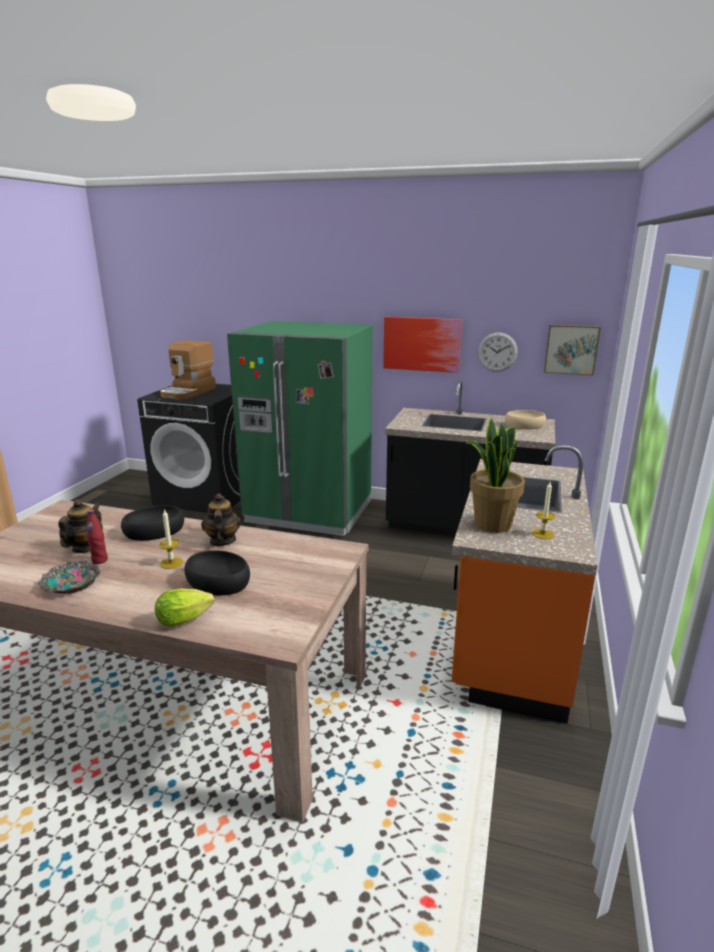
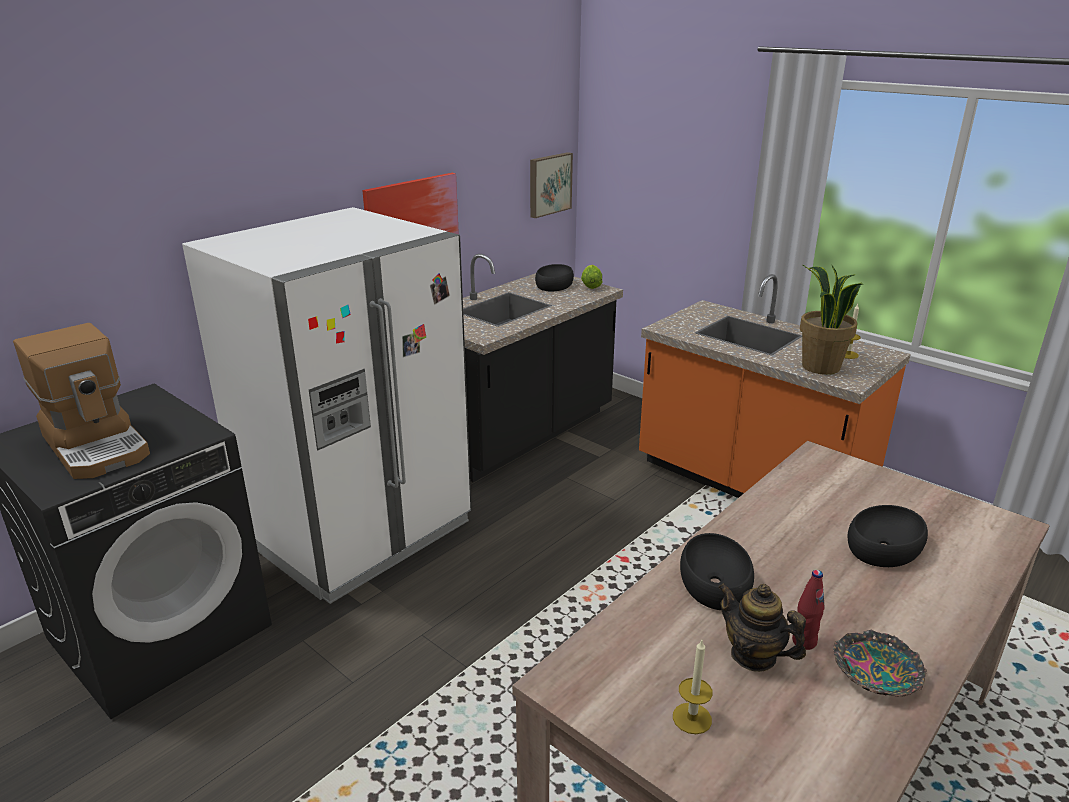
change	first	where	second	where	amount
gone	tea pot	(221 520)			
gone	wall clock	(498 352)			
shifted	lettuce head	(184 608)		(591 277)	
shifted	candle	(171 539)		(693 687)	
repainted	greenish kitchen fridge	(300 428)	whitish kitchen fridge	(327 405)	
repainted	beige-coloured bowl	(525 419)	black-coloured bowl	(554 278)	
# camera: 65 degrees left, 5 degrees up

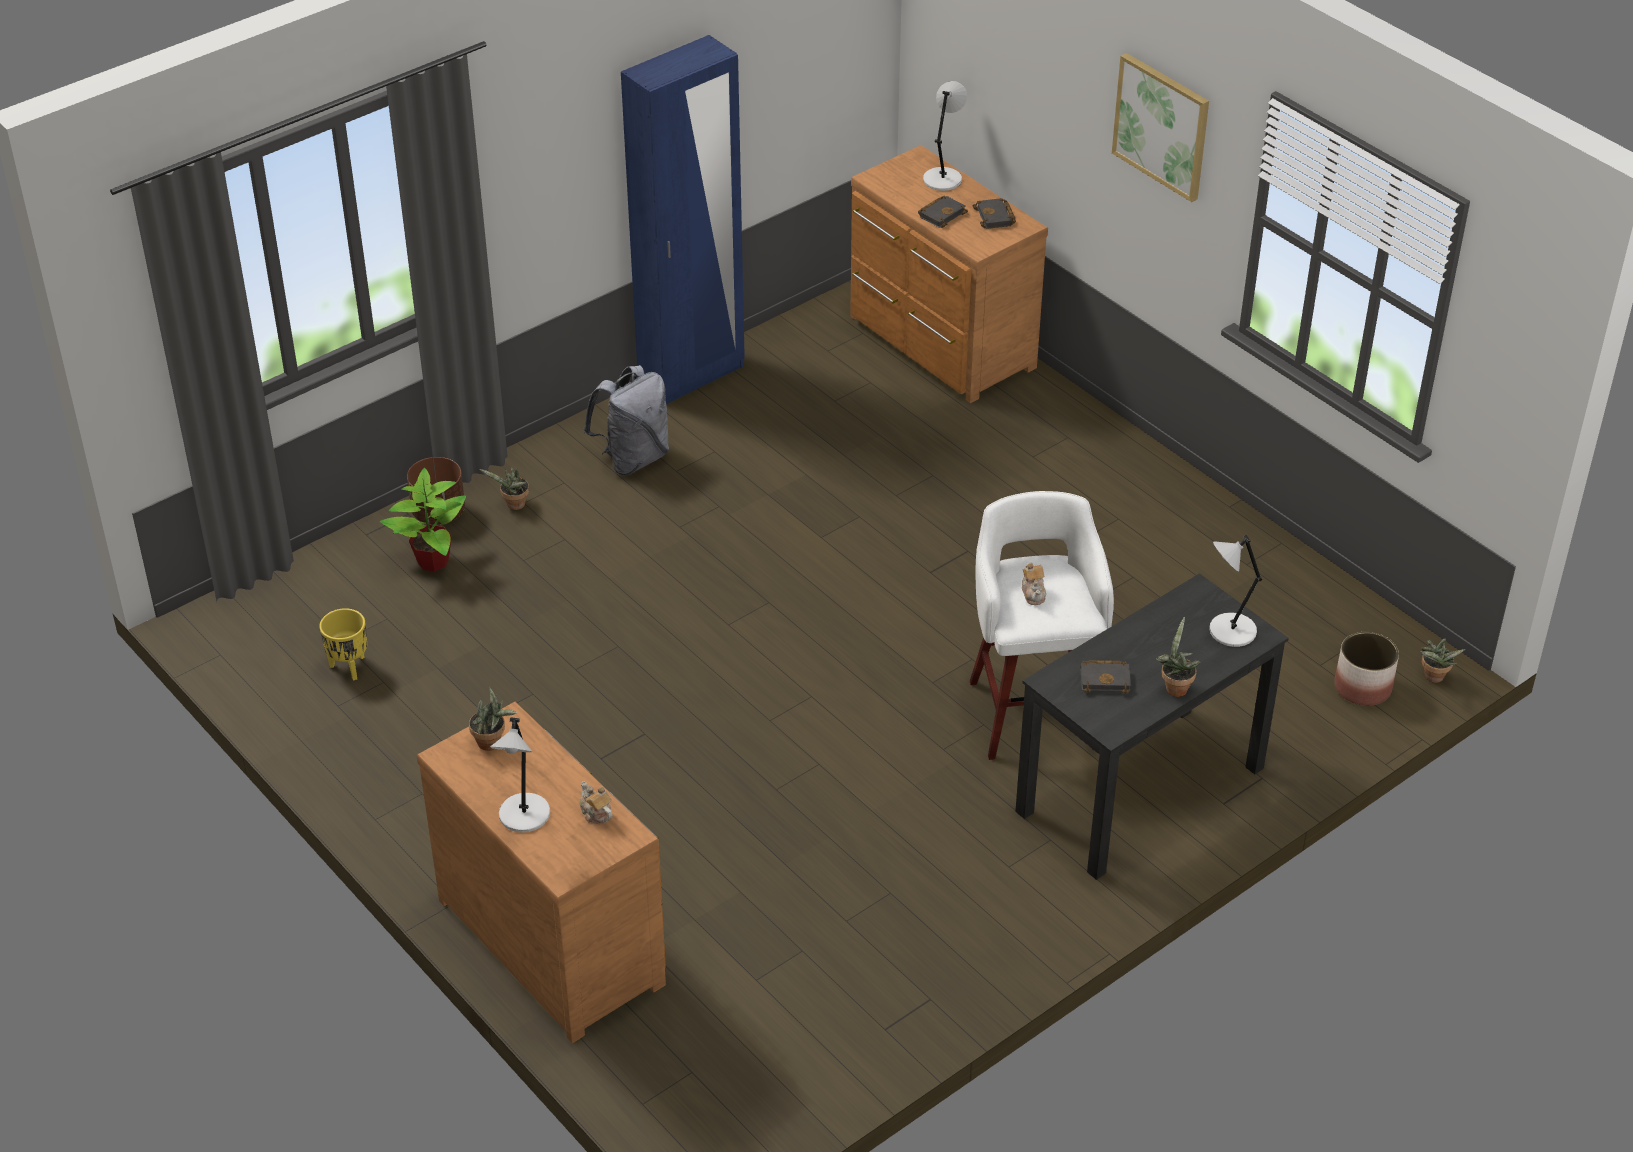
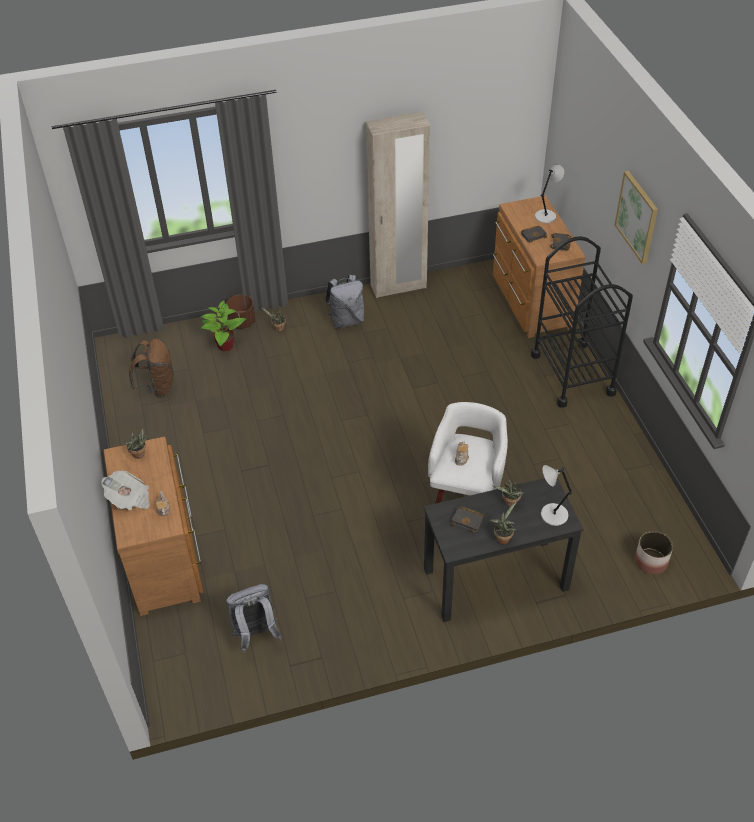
change	first	where	second	where	amount
new			gray rucksack	(254 618)	
new			black-coloured cart	(582 322)	
shifted	plant in a pot	(1443 661)		(509 493)	
swapped	yellow-coloured flower pot	(343 644)	brown rucksack	(151 368)	
swapped	gray tabletop lamp	(520 775)	daily paper	(125 490)	
repainted	bluish clothes cupboard	(683 219)	beige-coloured clothes cupboard	(398 205)	
# camera: 25 degrees right, 5 degrees up

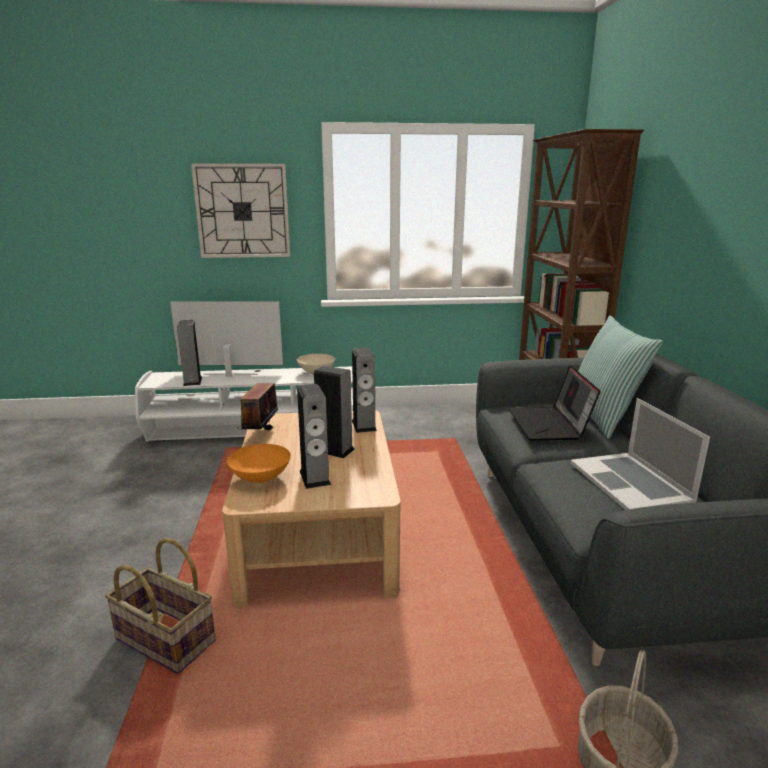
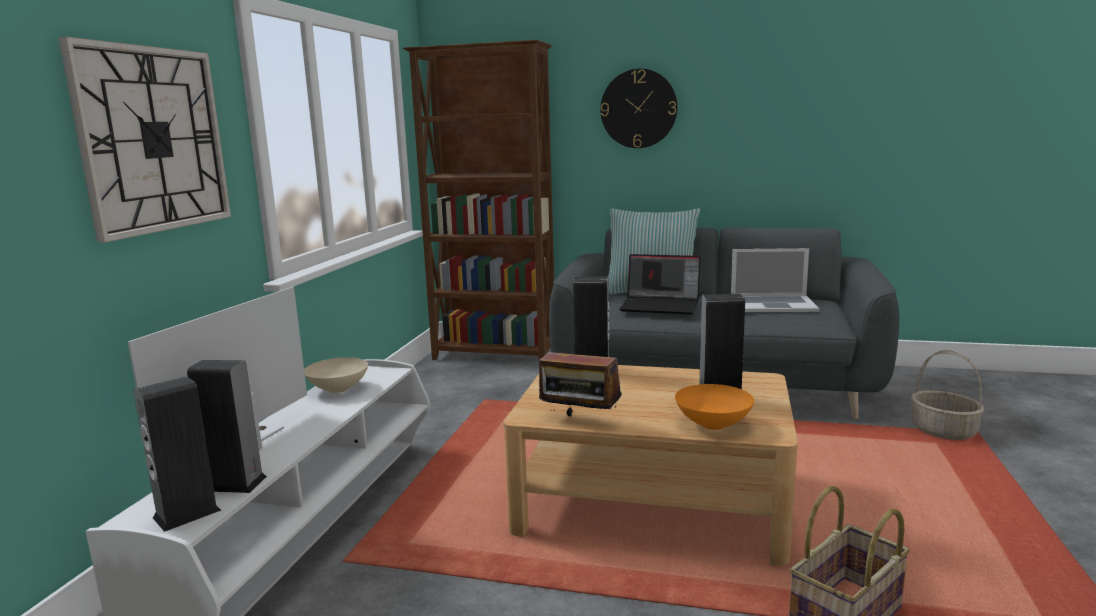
change	first	where	second	where	amount
new			wall clock	(639 108)	
shifted	speaker	(334 411)		(177 454)	
# camera: 70 degrees left, 5 degrees down

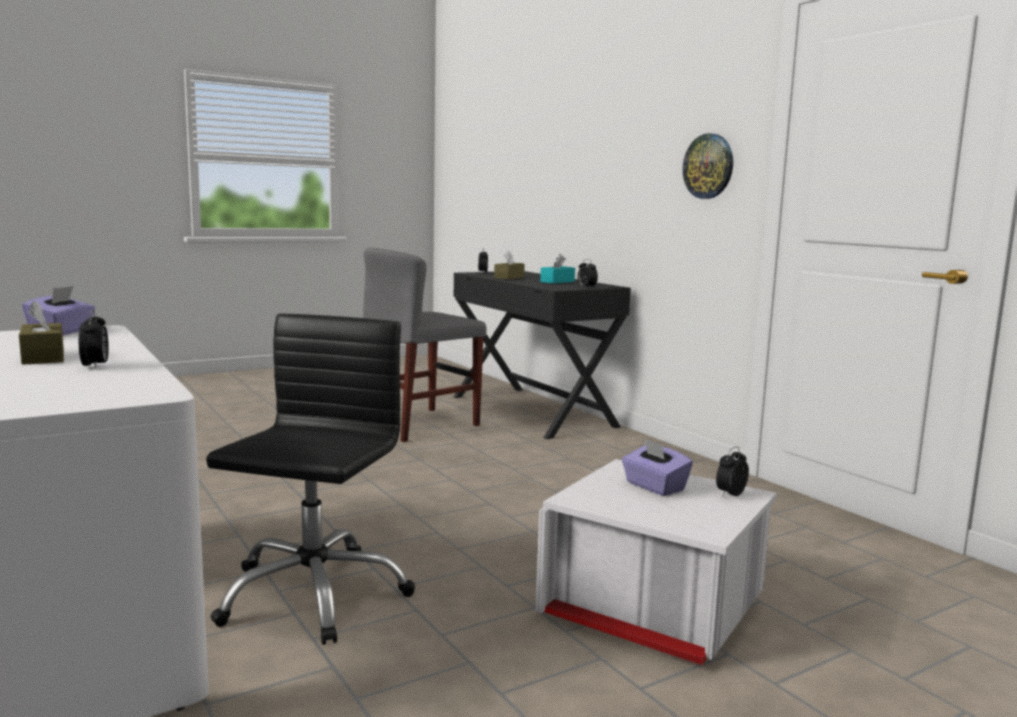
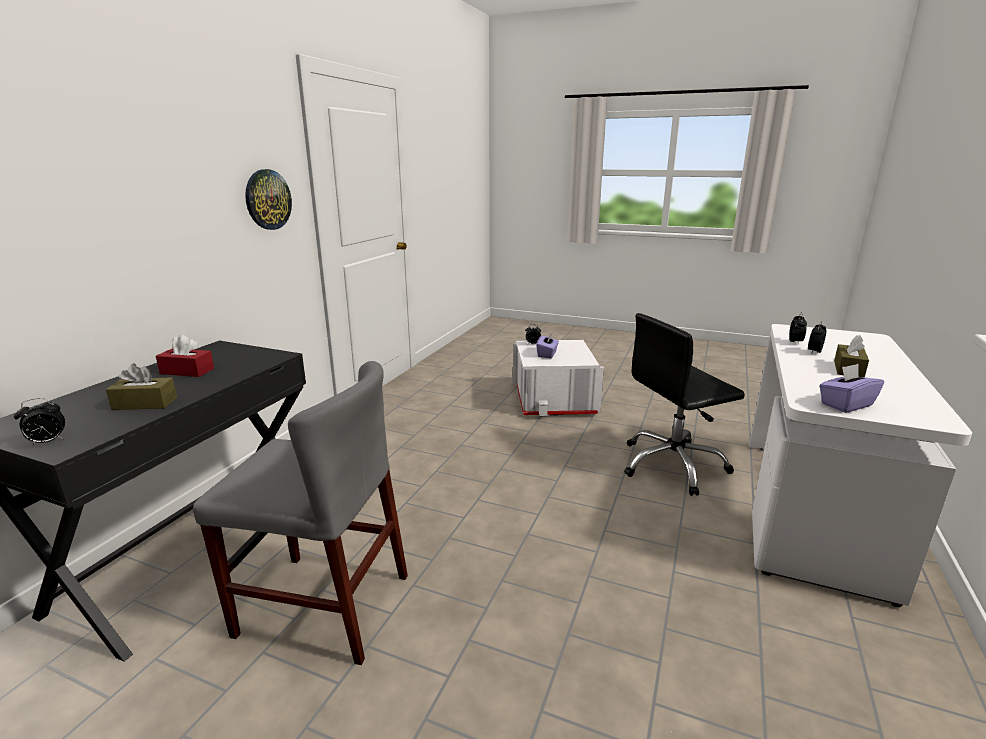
change	first	where	second	where	amount
shifted	bedside clock	(587 273)		(798 328)	
repainted	blue-green tissue holder	(557 269)	red-coloured tissue holder	(185 356)	
# camera: 125 degrees left, 10 degrees up

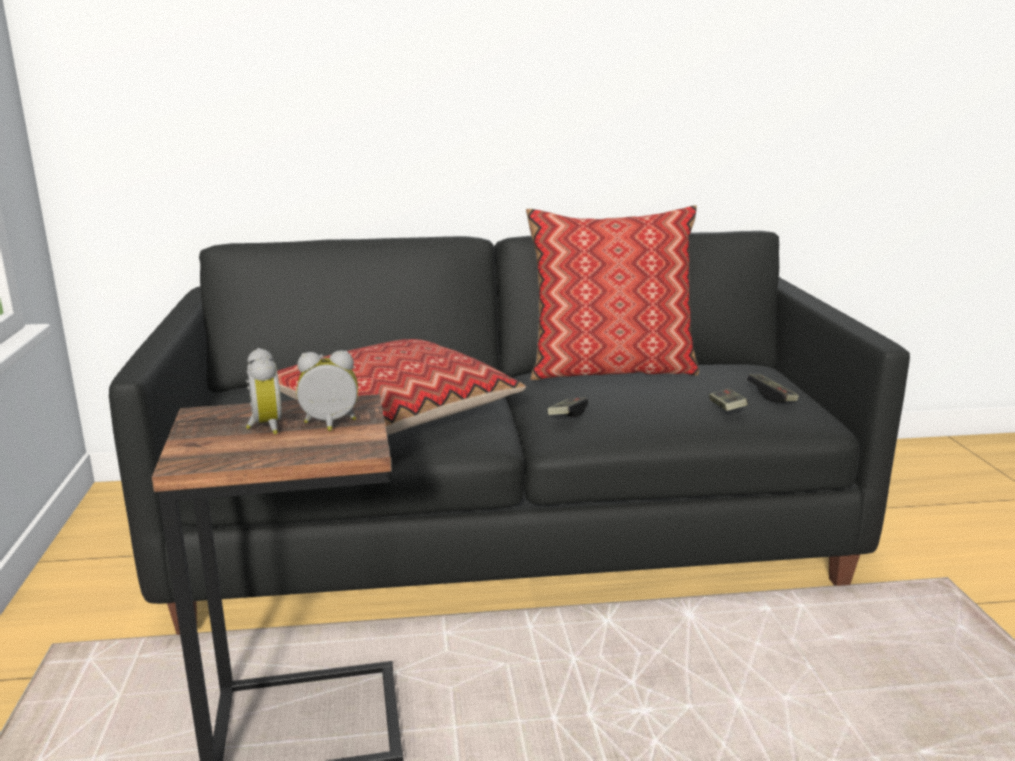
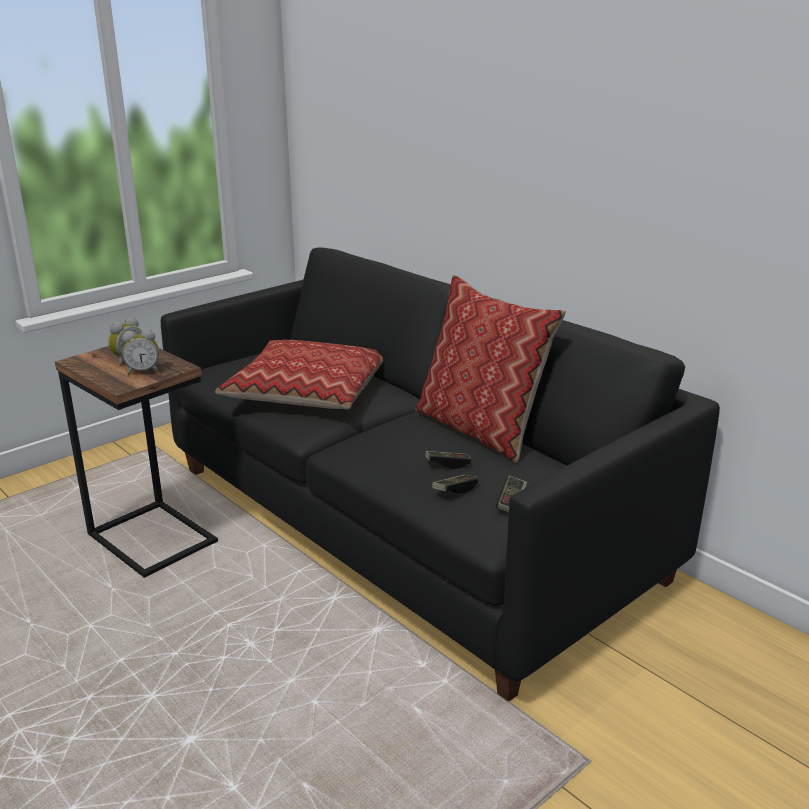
change	first	where	second	where	amount
shifted	joypad	(567 407)		(448 460)	
rotated	bedside clock	(327 390)		(140 352)	120 degrees clockwise
# camera: 55 degrees right, 5 degrees up

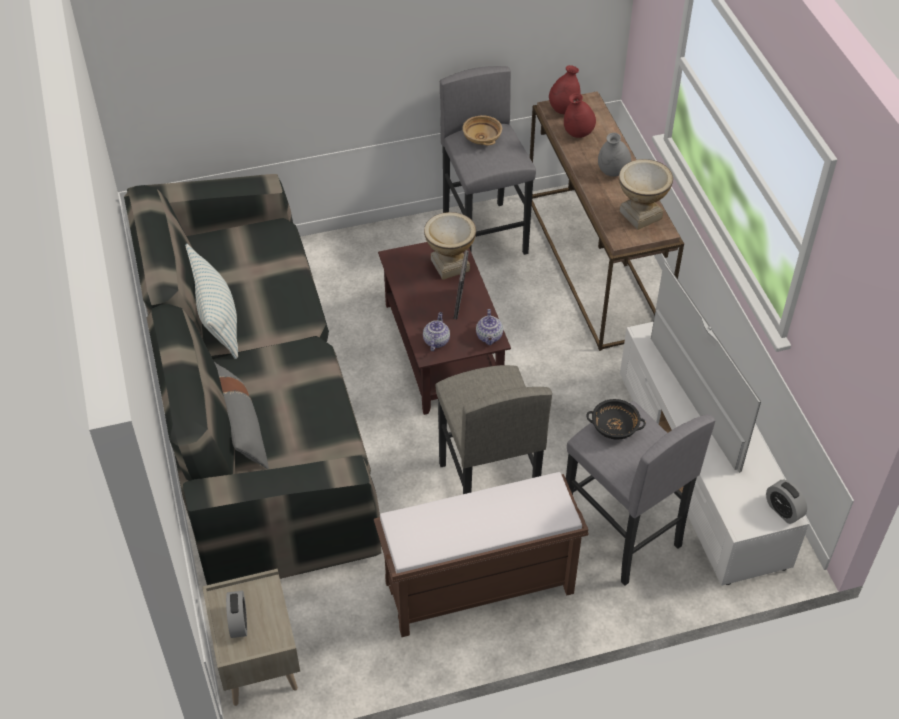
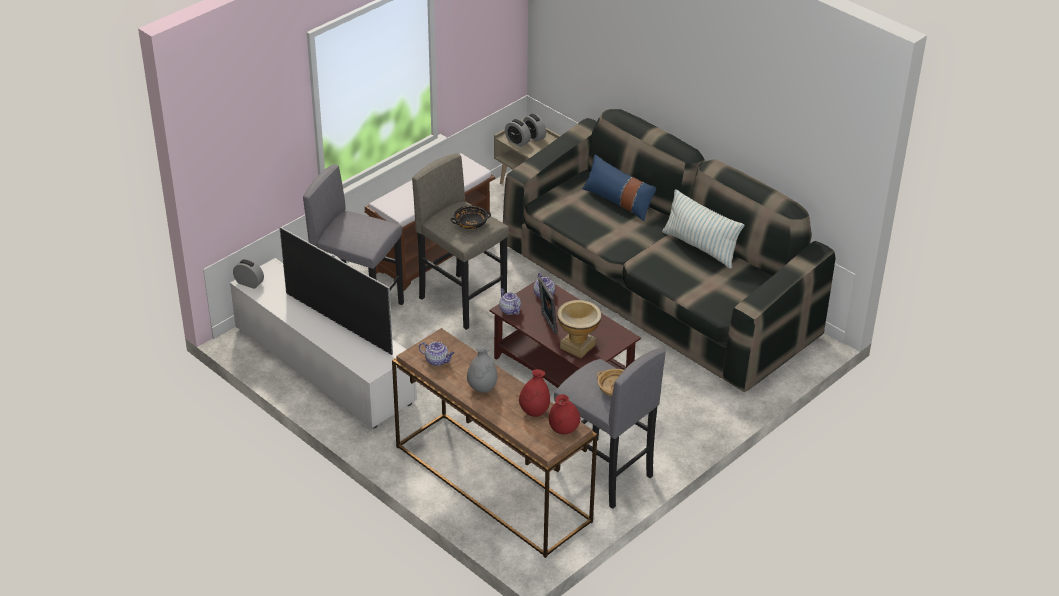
change	first	where	second	where	amount
new			bedside clock	(518 133)	
shifted	black-coloured bowl	(616 419)		(471 217)	
swapped	vase	(646 194)	tea pot	(436 354)	
repainted	gray pillow	(241 415)	bluish pillow	(619 187)	
# camera: 150 degrees right, 10 degrees down

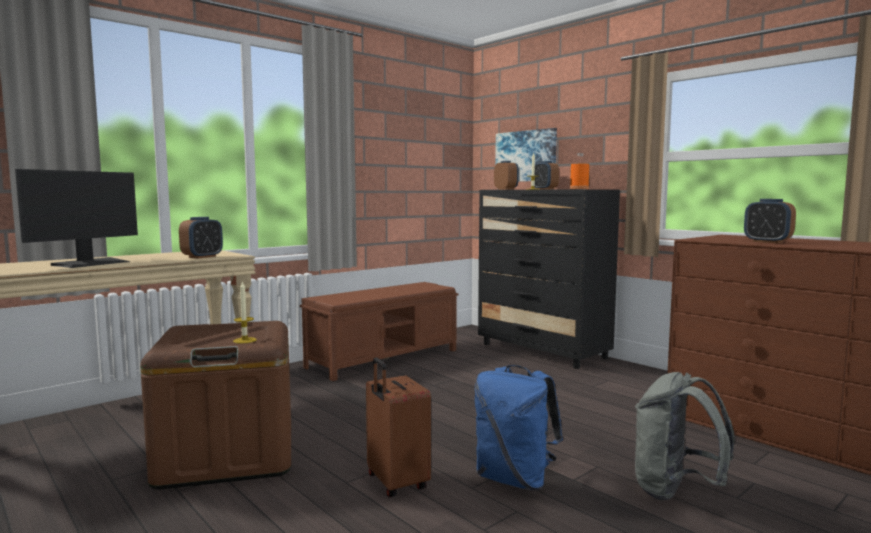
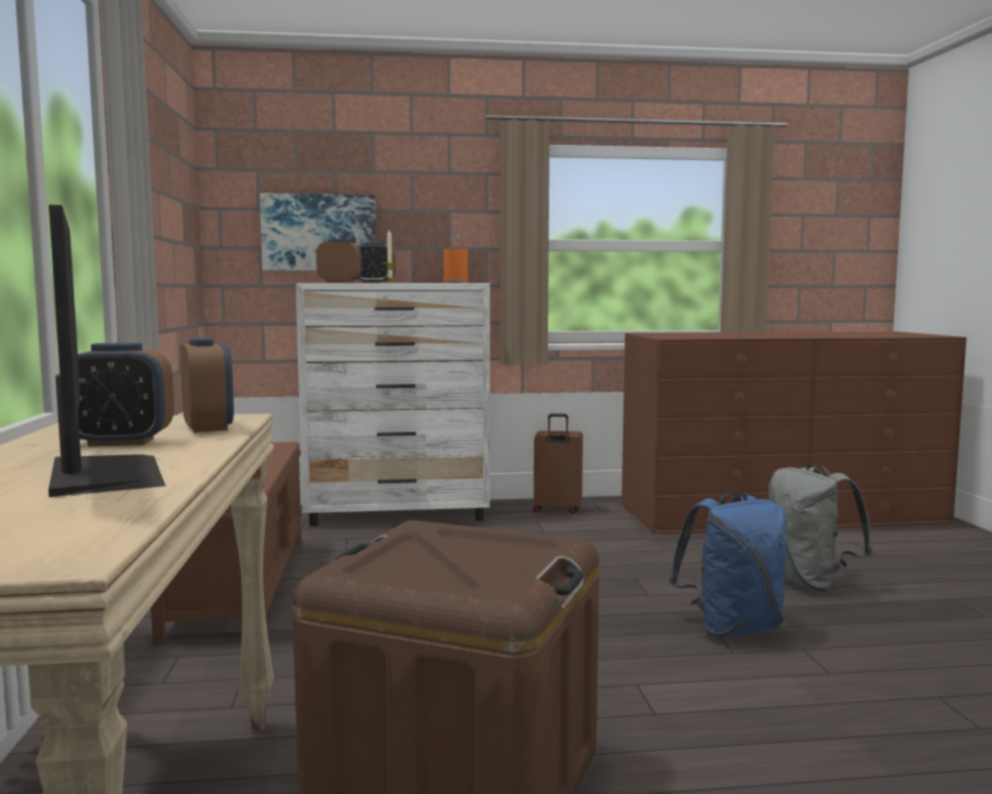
change	first	where	second	where	amount
gone	candle	(245 312)			
shifted	brown piece of luggage	(398 427)		(558 464)	
shifted	bedside clock	(770 221)		(126 394)	
repainted	black-coloured dresser	(549 279)	whitish dresser	(393 404)	
# camera: 55 degrees left, 0 degrees up

